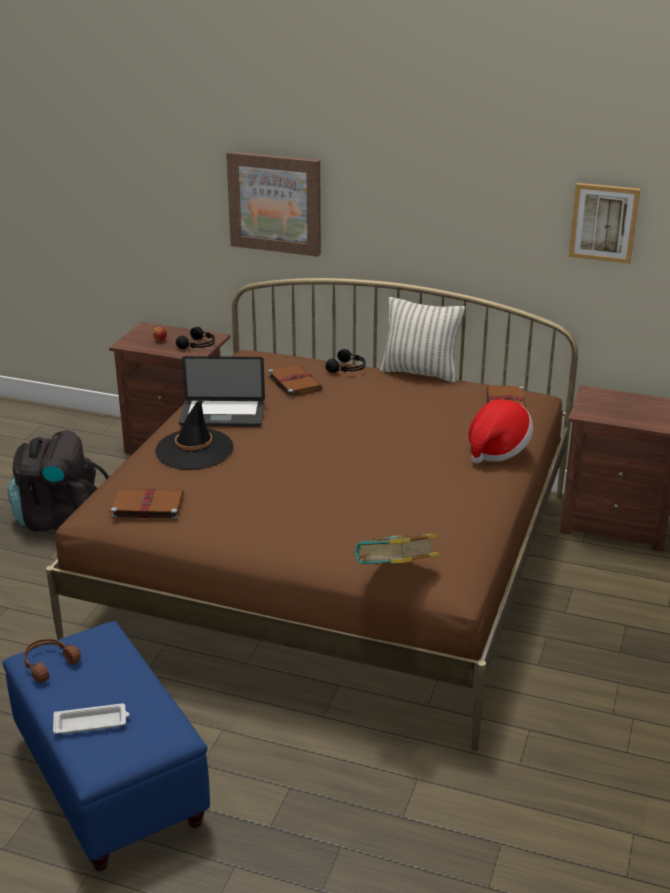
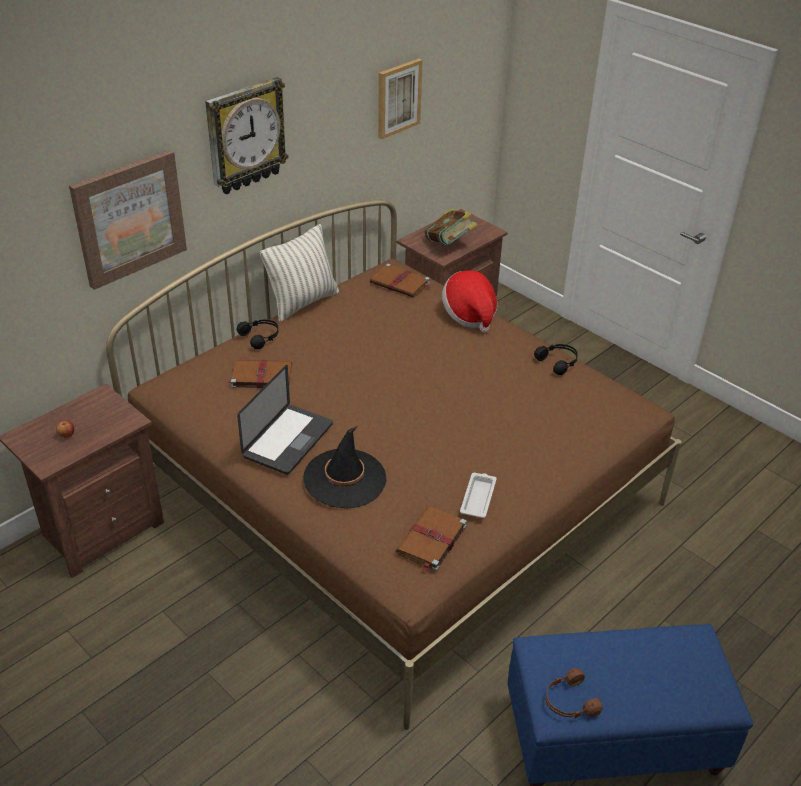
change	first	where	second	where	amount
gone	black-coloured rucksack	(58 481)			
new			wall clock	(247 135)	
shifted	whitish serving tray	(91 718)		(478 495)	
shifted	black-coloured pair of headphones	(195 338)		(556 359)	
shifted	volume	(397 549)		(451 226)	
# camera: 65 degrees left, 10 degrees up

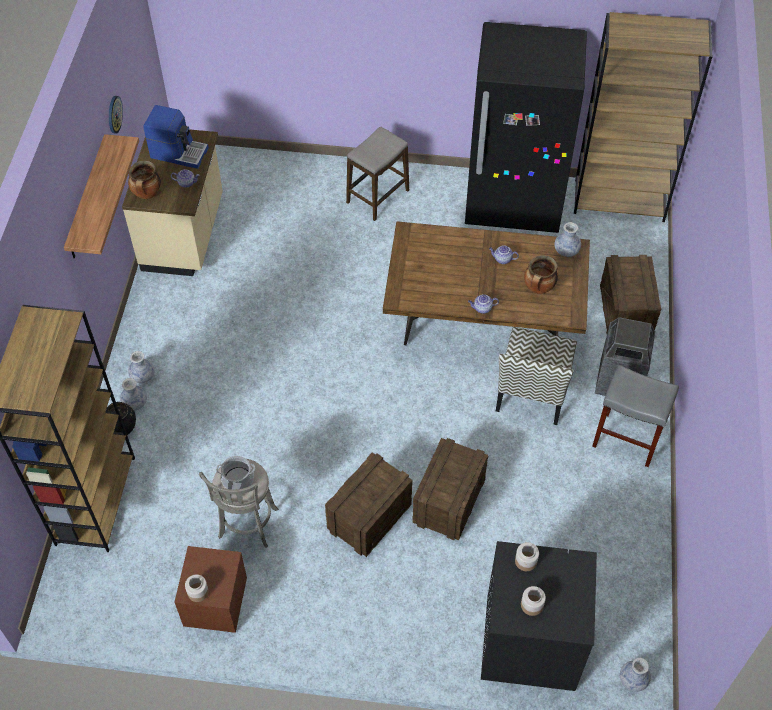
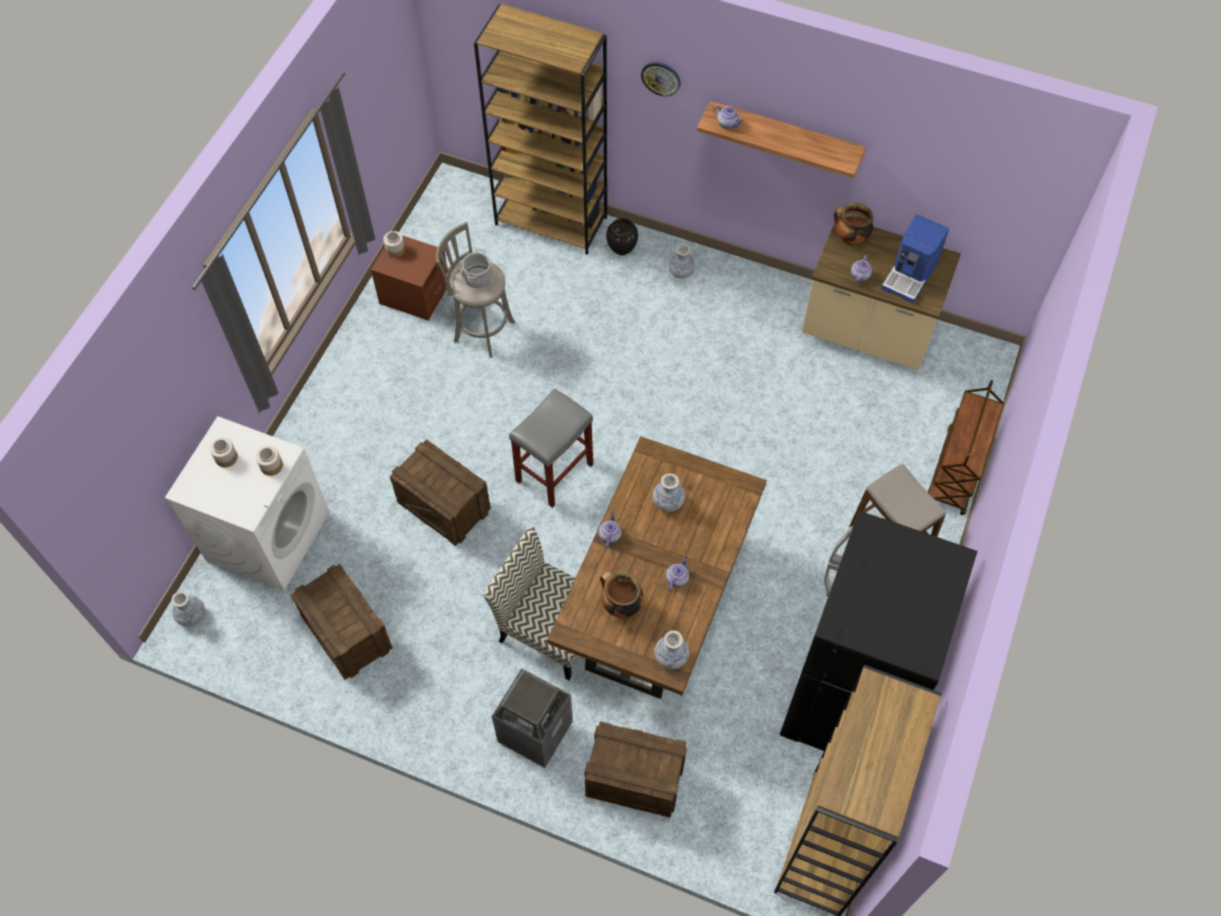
change	first	where	second	where	amount
new			tea pot	(728 117)	
new			brown cart	(966 447)	
shifted	wall clock	(116 115)		(661 79)	
shifted	vase	(133 394)		(669 492)	
shifted	packing crate	(369 504)		(341 622)	
shifted	gray stool seat	(635 416)		(551 448)	
repainted	black-coloured washing machine	(539 616)	whitish washing machine	(247 503)	
# camera: 105 degrees right, 5 degrees up

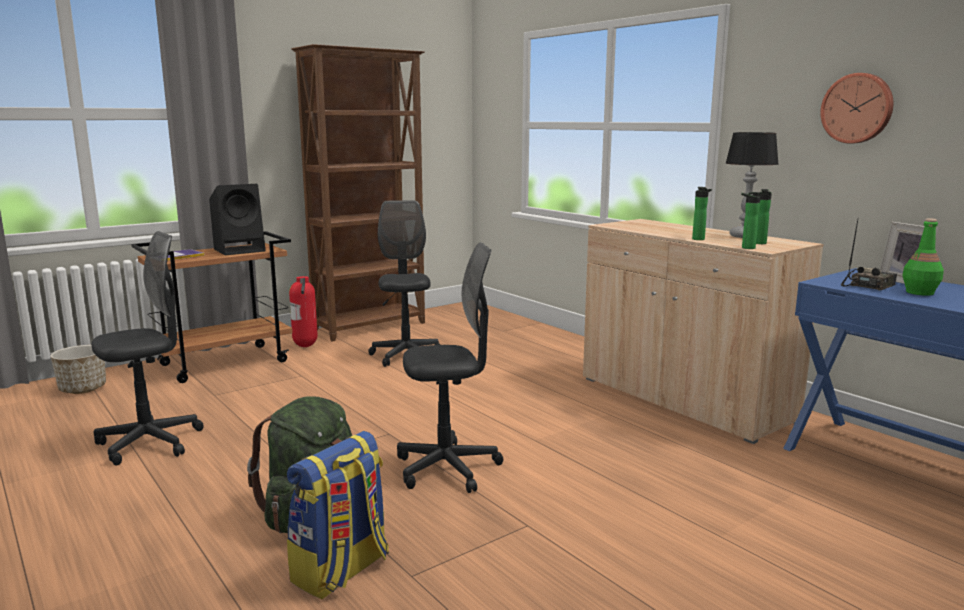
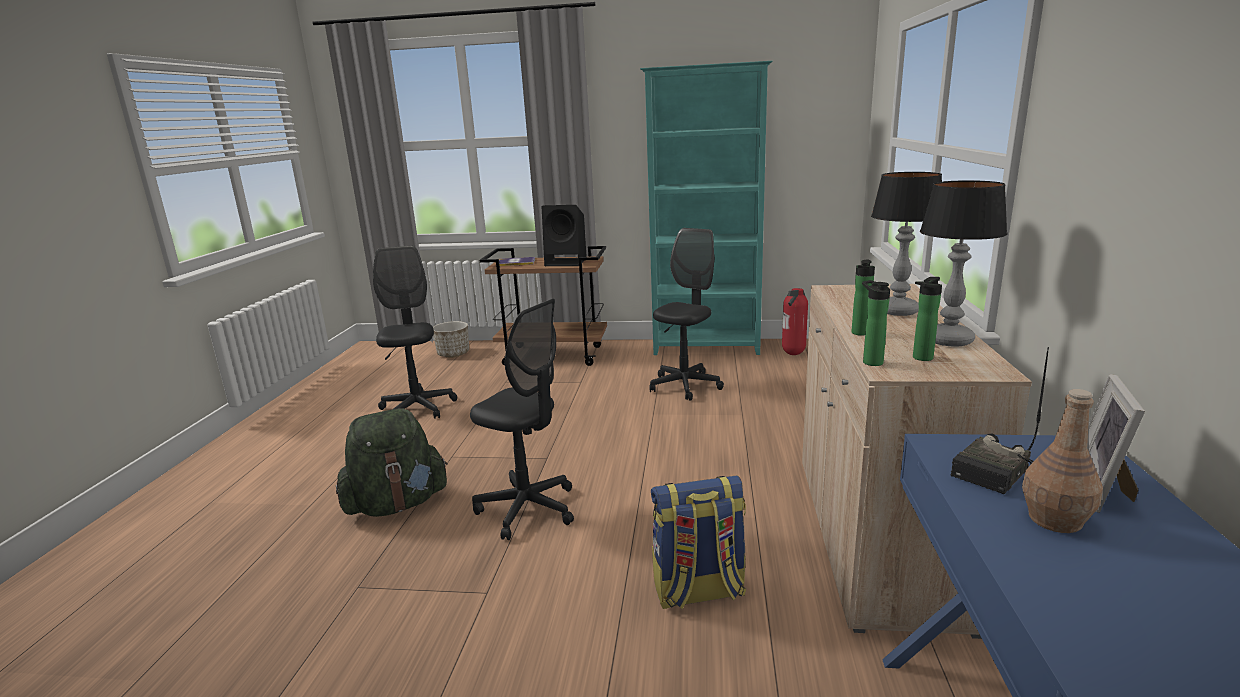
change	first	where	second	where	amount
gone	wall clock	(856 108)			
new			tabletop lamp	(906 244)	
shifted	rucksack	(338 515)		(698 542)	
shifted	fire extinguisher	(303 311)		(795 321)	
repainted	brown bookshelf	(358 193)	blue-green bookshelf	(706 208)	
repainted	greenish beverage bottle	(923 257)	brown beverage bottle	(1062 461)	
rotated	black-coloured desk chair	(148 348)		(415 332)	105 degrees counterclockwise
rotated	radio receiver	(869 255)		(1000 420)	135 degrees clockwise
# camera: 45 degrees right, 5 degrees up

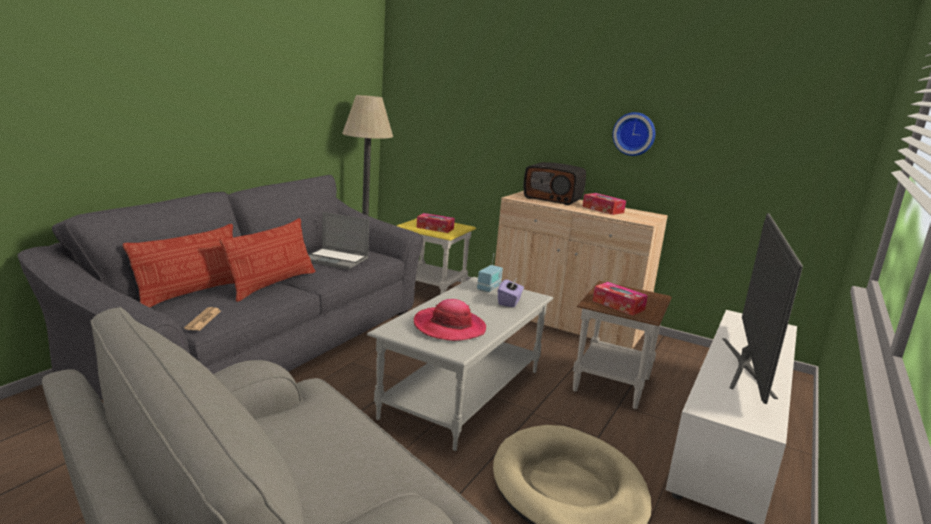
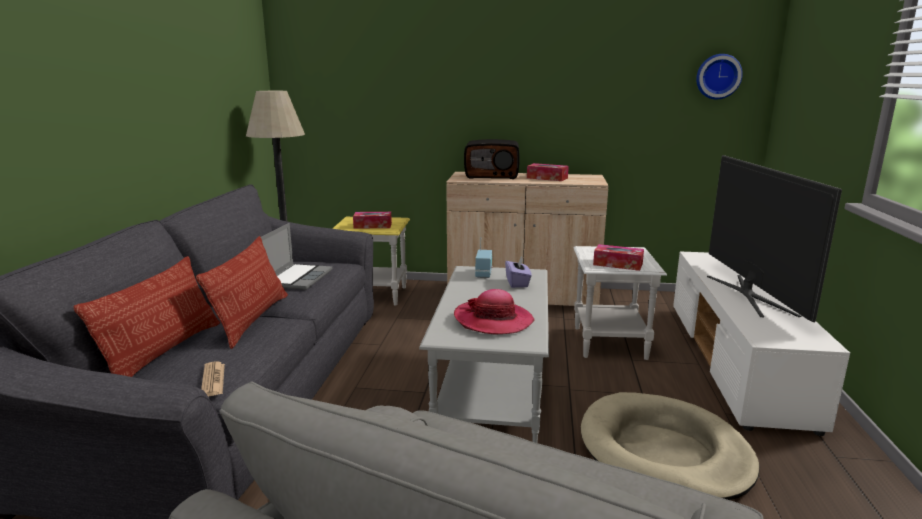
change	first	where	second	where	amount
shifted	wall clock	(633 134)		(719 76)	
repainted	brown end table	(622 345)	whitish end table	(620 303)	
rotated	laptop	(339 241)		(296 256)	75 degrees counterclockwise
# camera: 20 degrees left, 0 degrees up

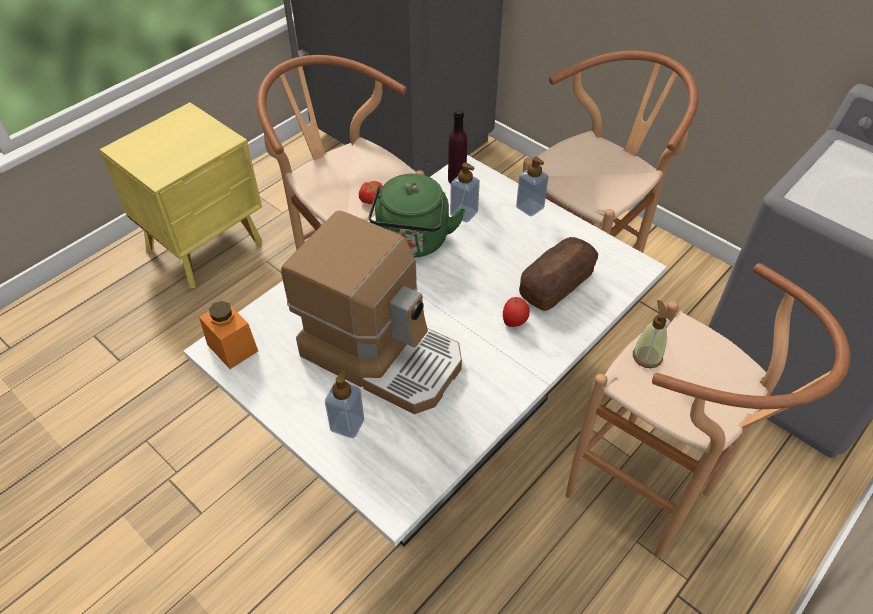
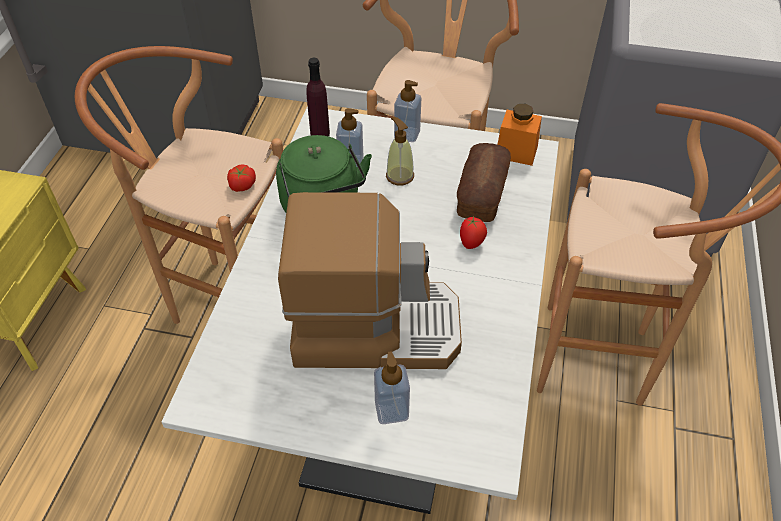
change	first	where	second	where	amount
shifted	orangey jar	(228 335)		(519 135)	
shifted	liquid soap bottle	(651 334)		(400 151)	
# camera: 30 degrees left, 0 degrees up

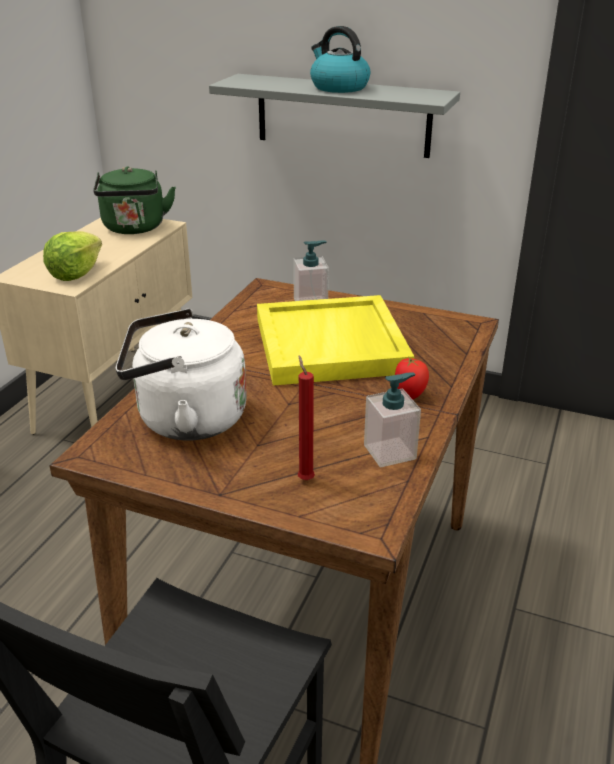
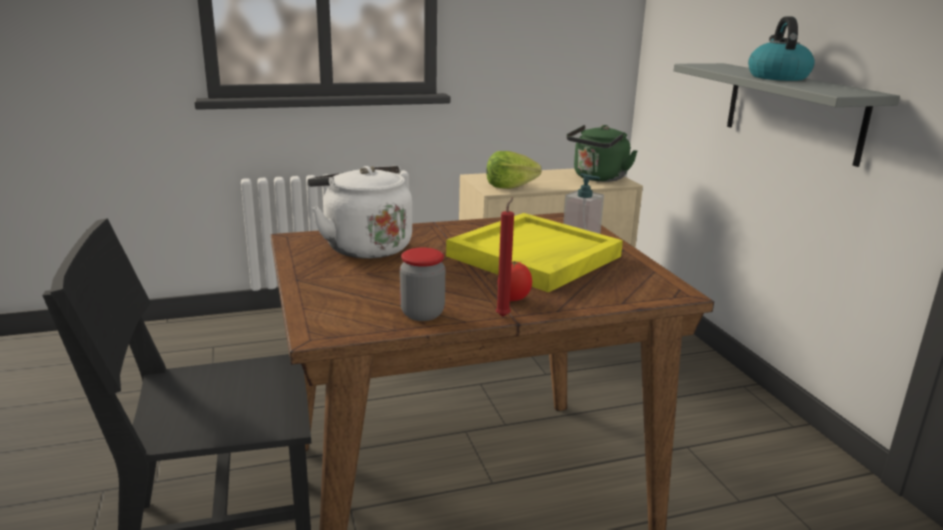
change	first	where	second	where	amount
shifted	red-coloured candle	(306 418)		(505 257)	
swapped	liquid soap bottle	(392 419)	jar	(422 284)	
# camera: 50 degrees right, 10 degrees down

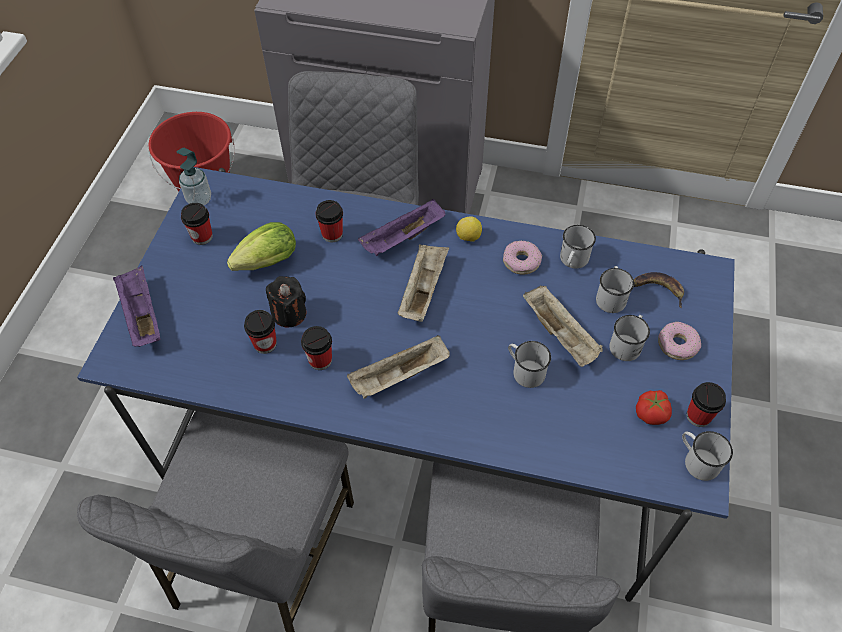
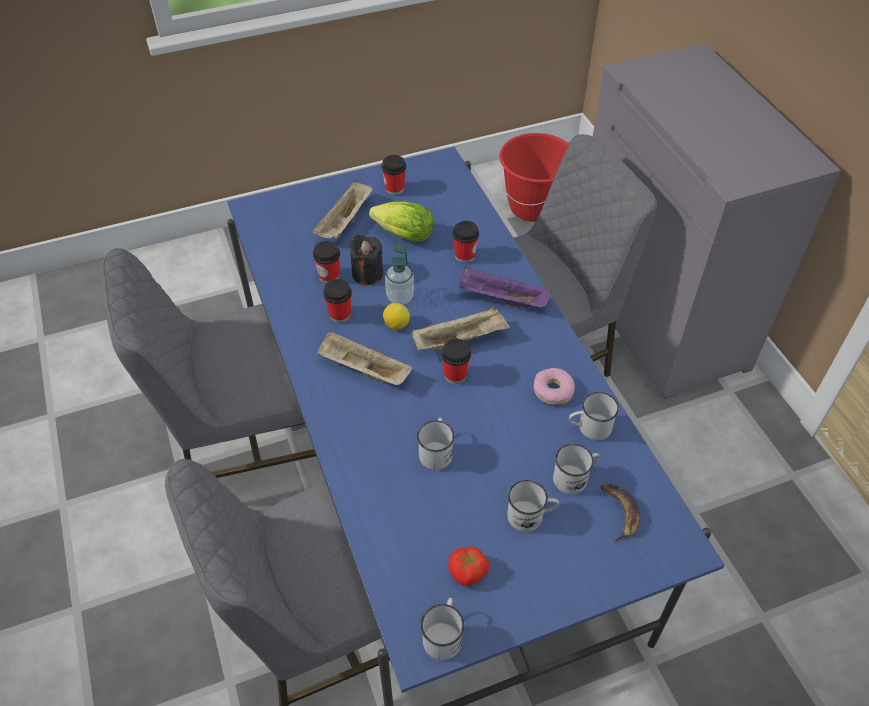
change	first	where	second	where	amount
gone	purplish serving tray	(137 306)			
gone	doughnut	(679 341)			
shifted	liquid soap bottle	(194 176)		(399 274)	
shifted	whole lemon	(469 228)		(396 316)	
shifted	beige-coloured serving tray	(563 326)		(342 209)	
shifted	small cup	(706 404)		(456 361)	
# camera: 55 degrees right, 5 degrees down

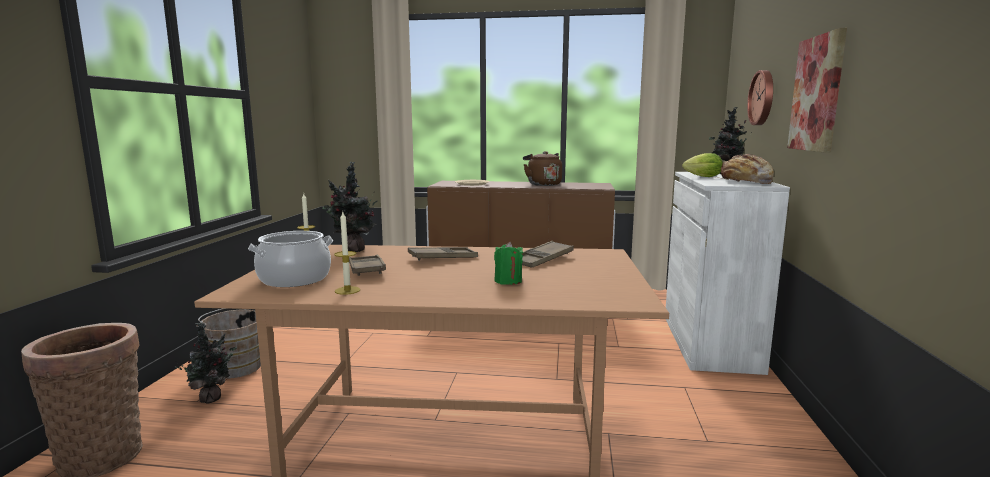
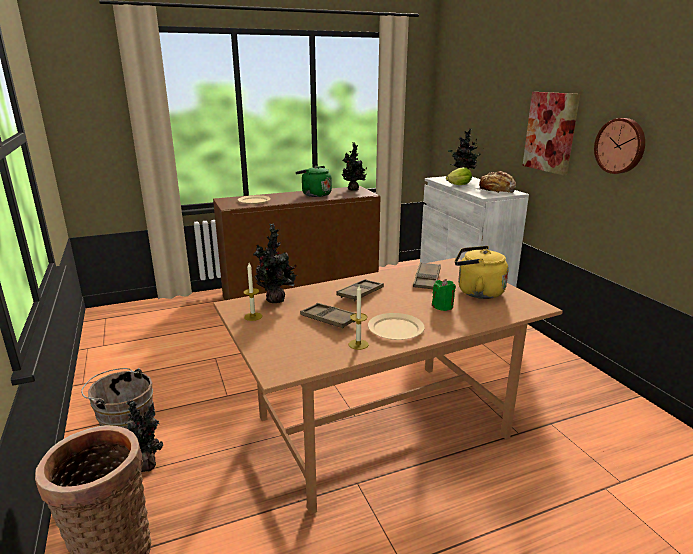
change	first	where	second	where	amount
gone	cooking pot	(290 259)			
new			plant in a pot	(354 166)	
new			beige-coloured flat dish	(396 326)	
new			yellow-coloured tea kettle	(482 272)	
shifted	wall clock	(760 97)		(619 146)	
repainted	brown tea kettle	(542 168)	greenish tea kettle	(314 181)	
# camera: 30 degrees left, 10 degrees up

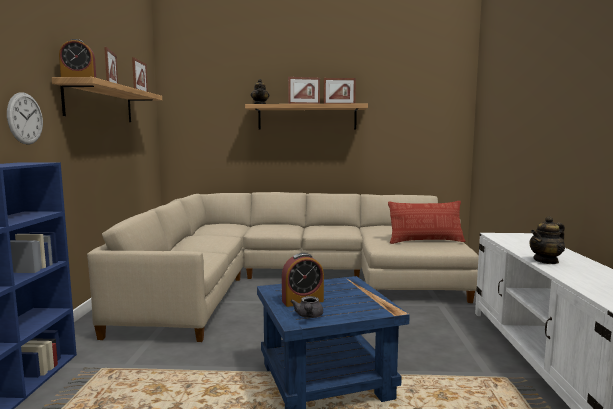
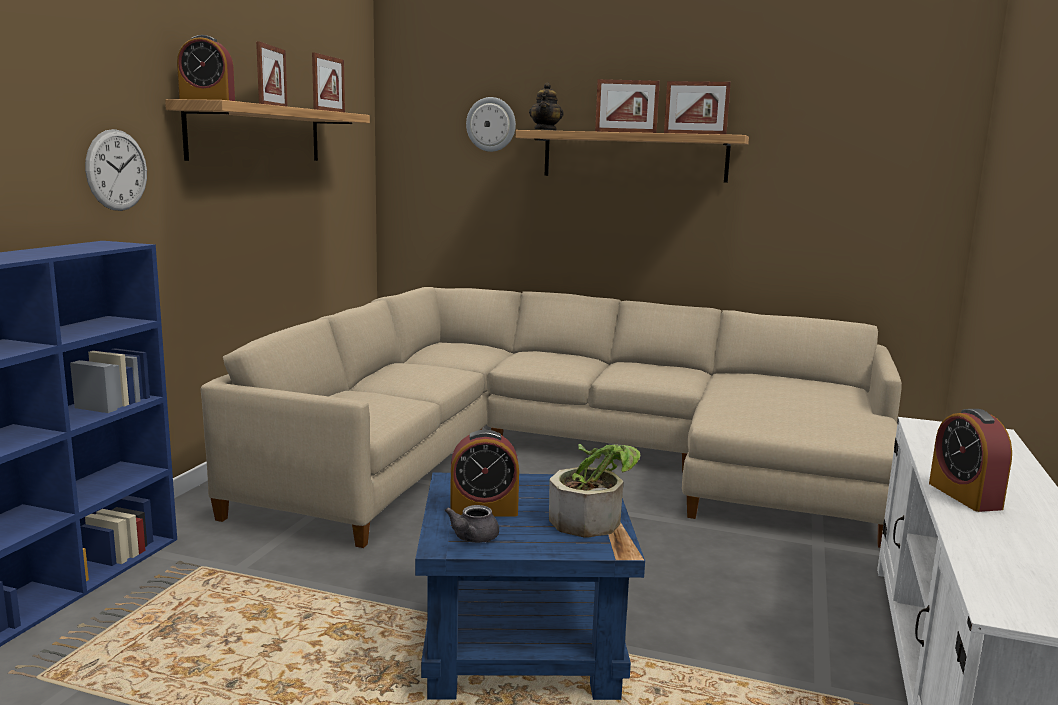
change	first	where	second	where	amount
gone	pillow	(426 222)			
new			wall clock	(491 124)	
new			plant in a pot	(595 491)	
swapped	tea pot	(547 240)	bedside clock	(970 460)	
# camera: 15 degrees right, 5 degrees up

